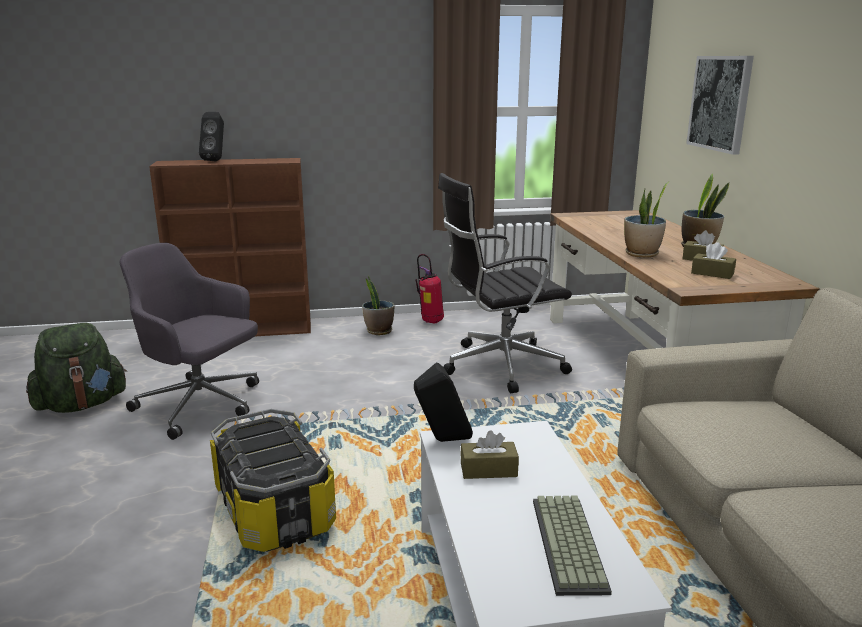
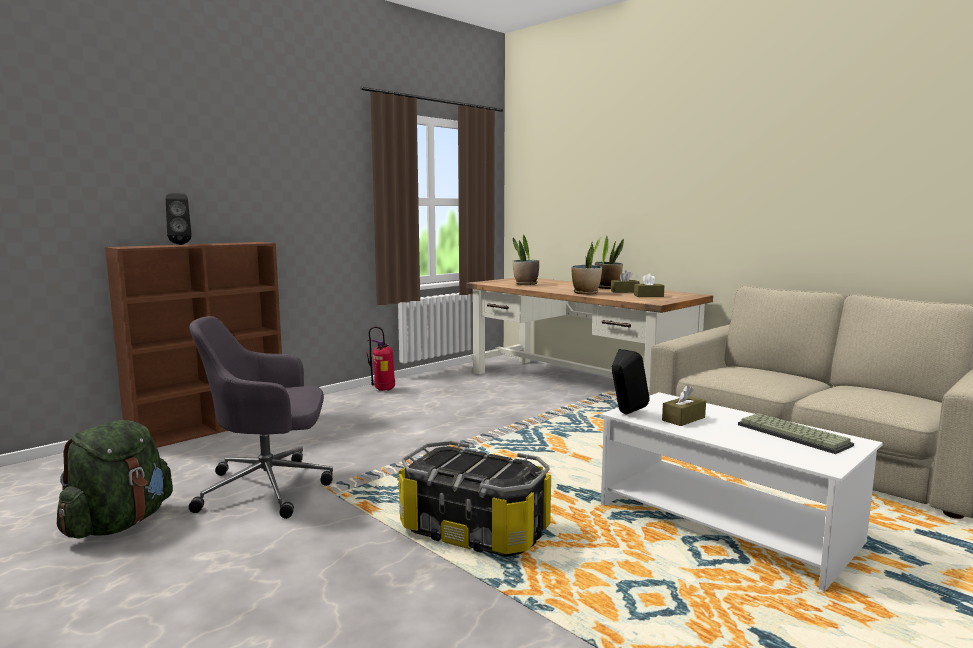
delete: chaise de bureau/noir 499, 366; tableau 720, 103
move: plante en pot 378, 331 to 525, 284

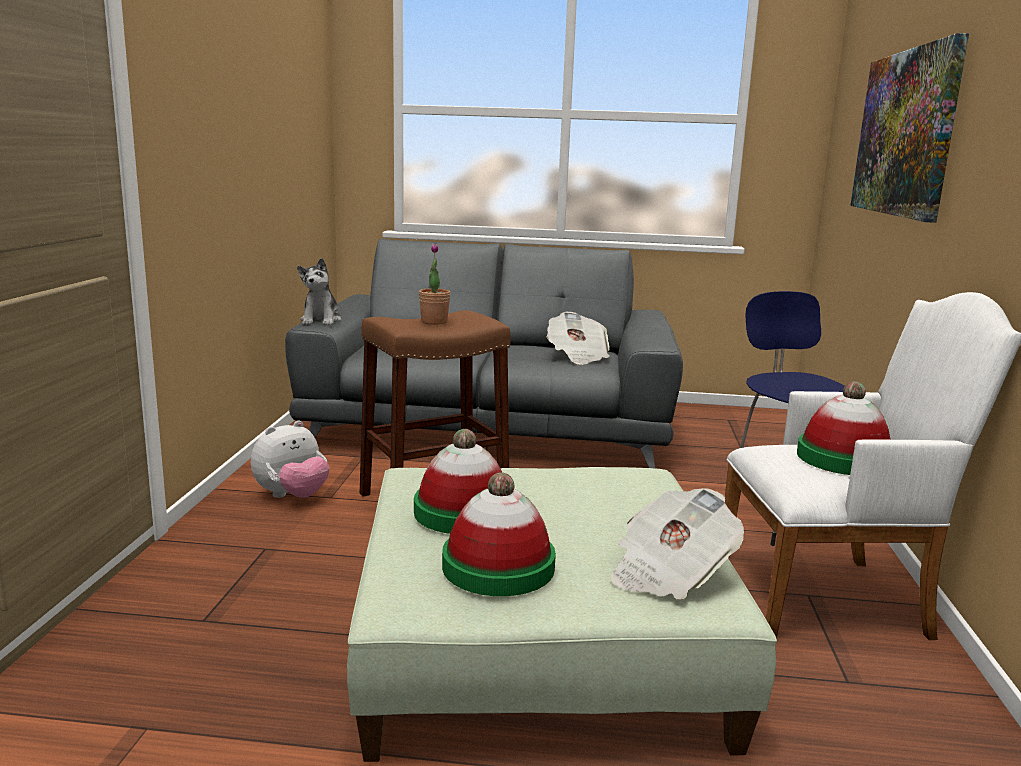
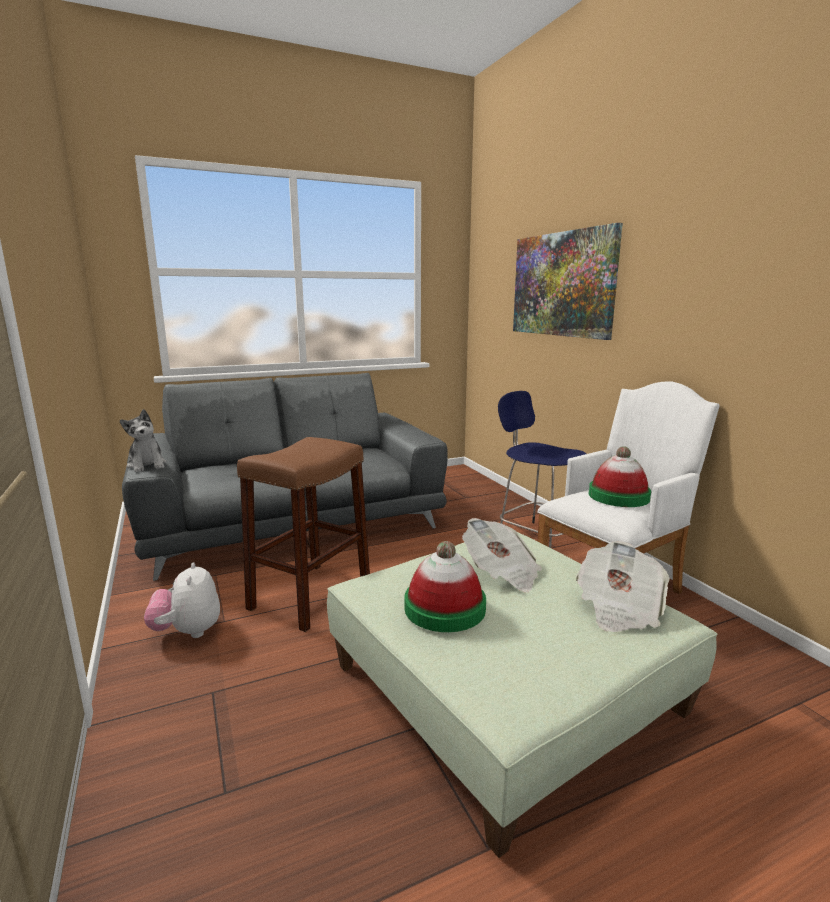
delete: plante en pot 434, 322; chapeau 498, 567
move: journal 577, 356 to 501, 573
rotate: peluche 292, 496 = 188, 632 150 degrees clockwise

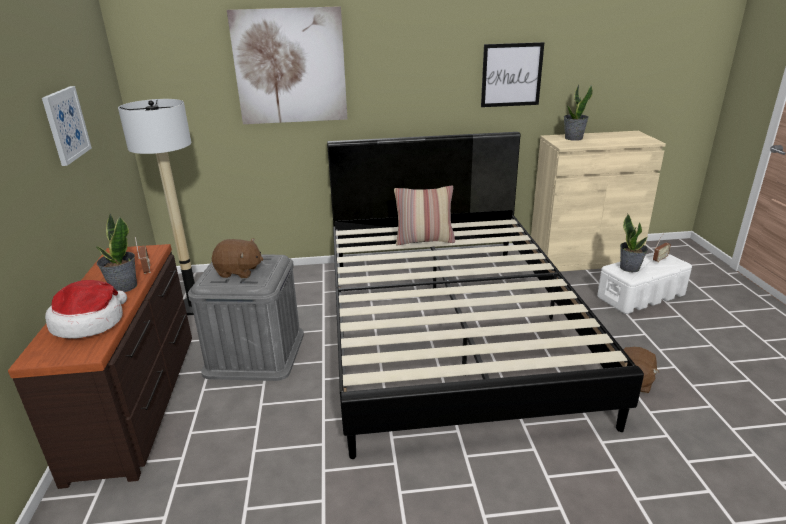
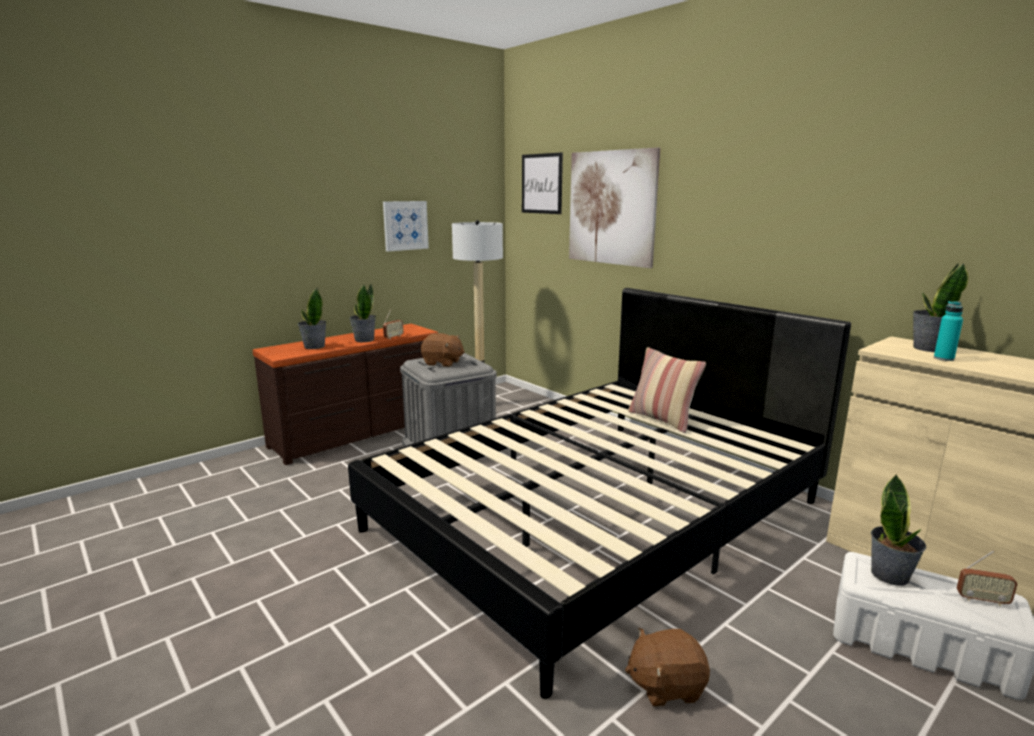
insert: bouteille/turquoise 943, 358
move: tableau 511, 75 to 542, 183
replace: chapeau 90, 322 to plante en pot 314, 346
rotate: peluche/marron 239, 272 = 442, 363 45 degrees counterclockwise

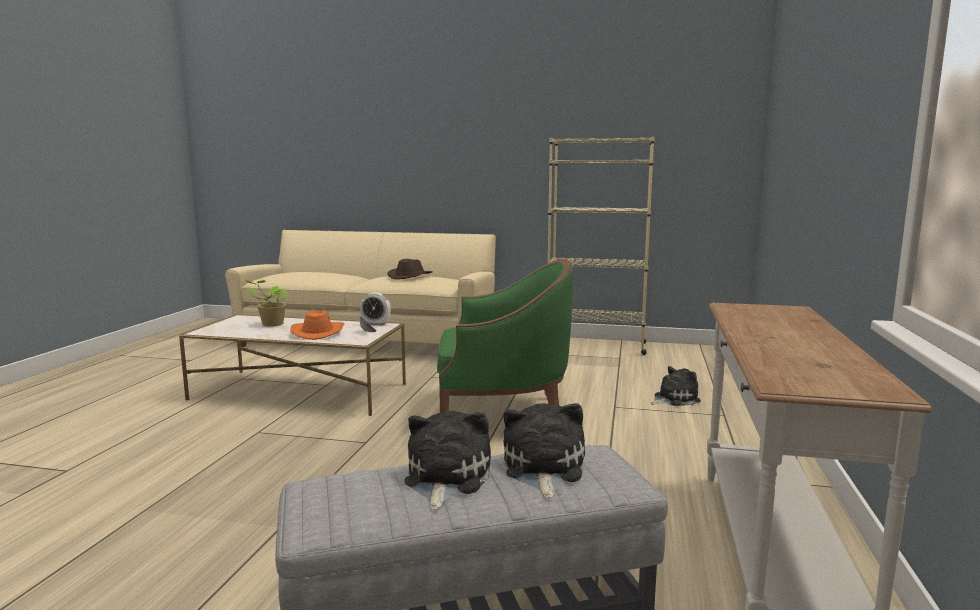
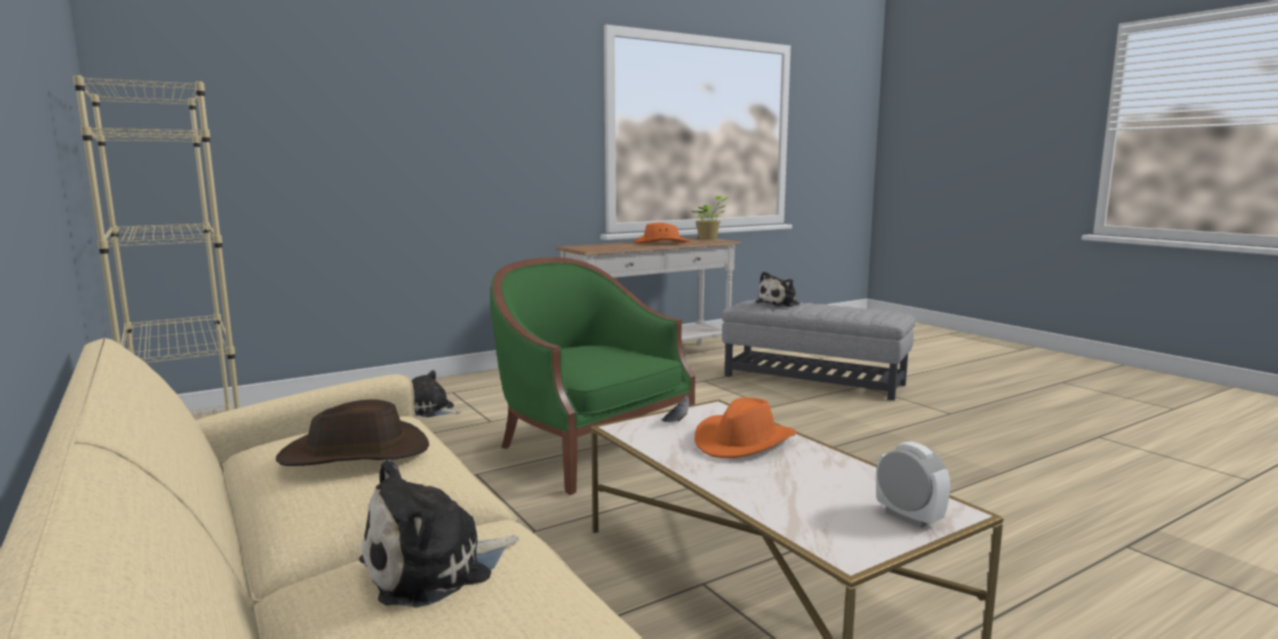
insert: chapeau/orange 661, 243
move: plante en pot 271, 324 to 709, 238; réveil 376, 324 to 909, 517; peluche 445, 478 to 435, 569

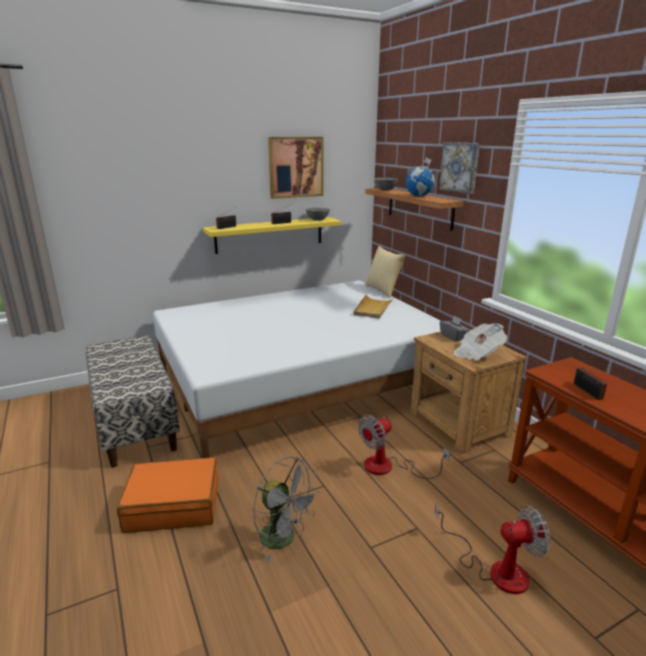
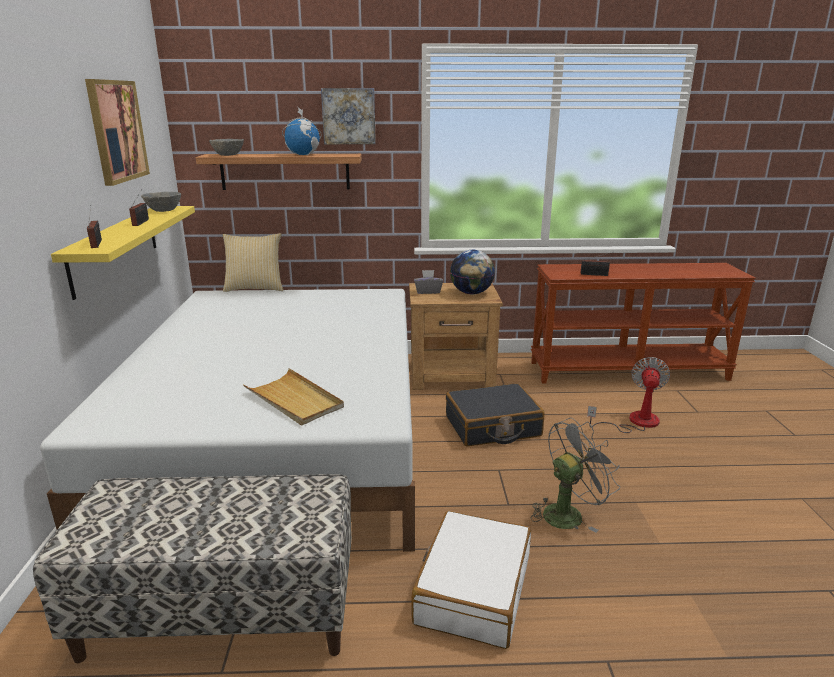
move: plateau/beige 373, 308 to 294, 400
replace: ventilateur 389, 467 to valise/noir 492, 427; journal 477, 353 to globe 471, 293
recolor: valise/orange 173, 505 to valise/blanc 472, 590

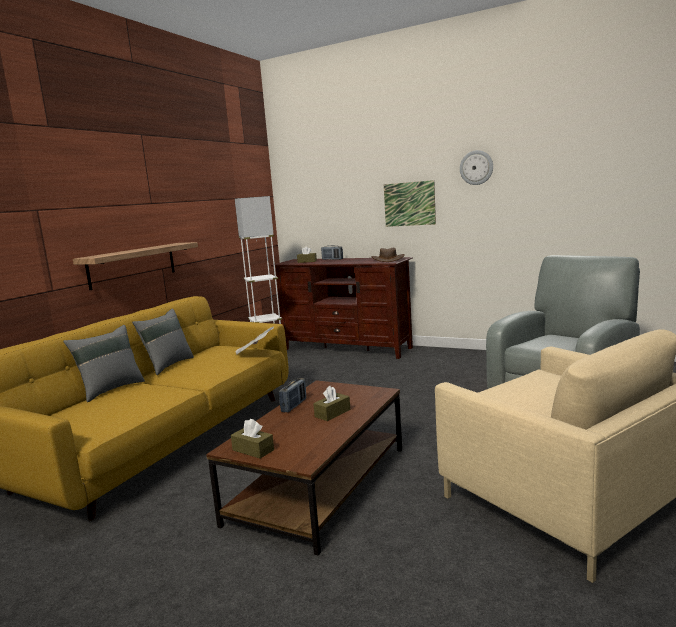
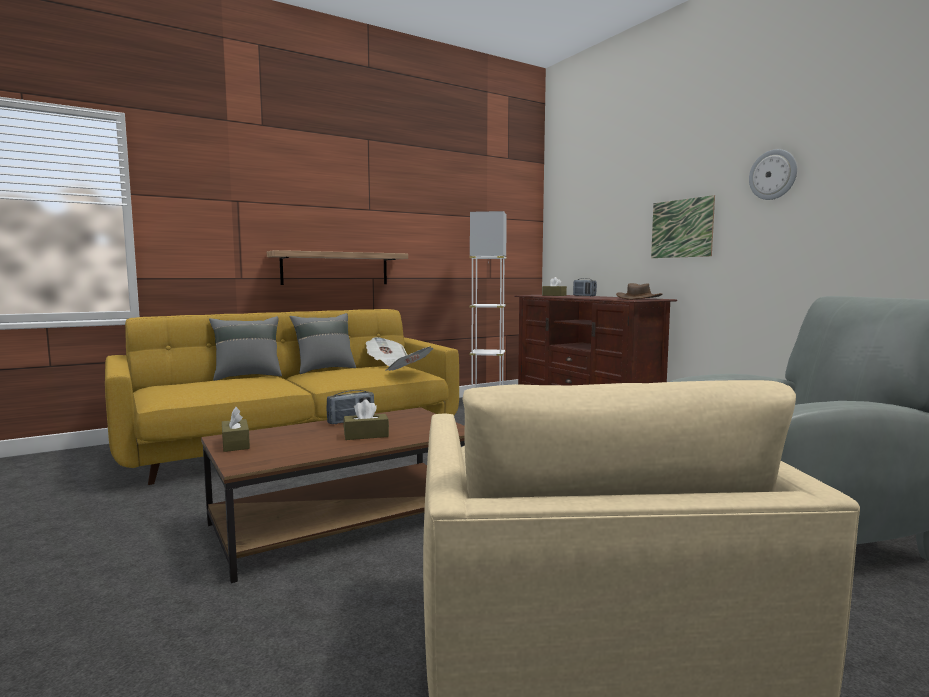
insert: journal 387, 364

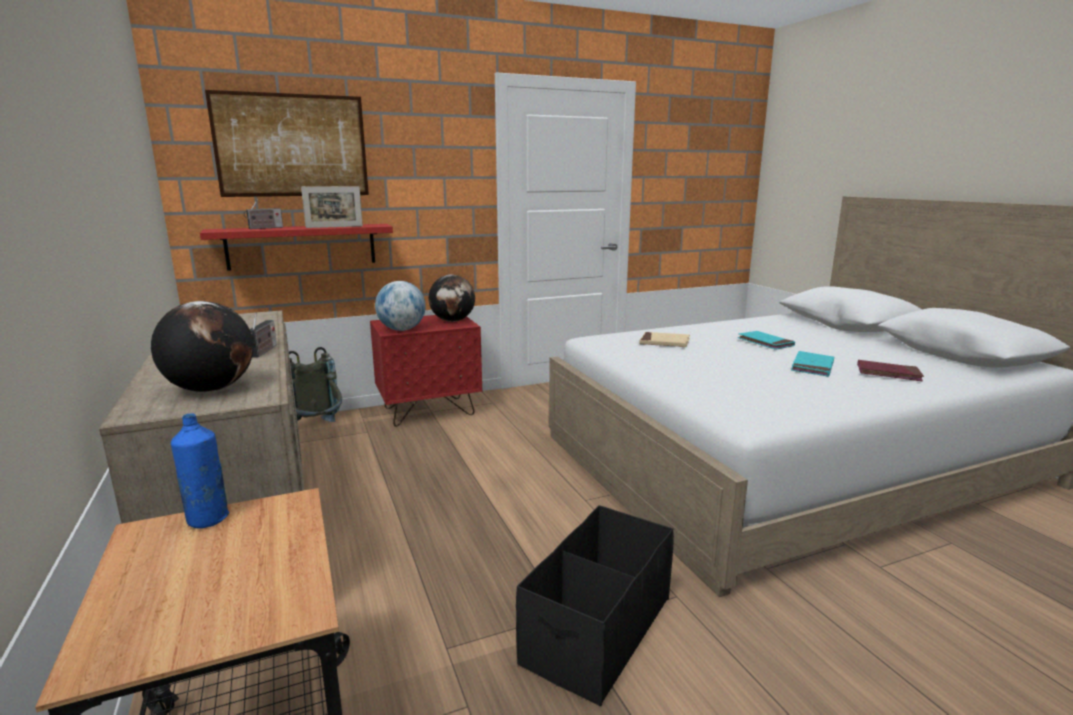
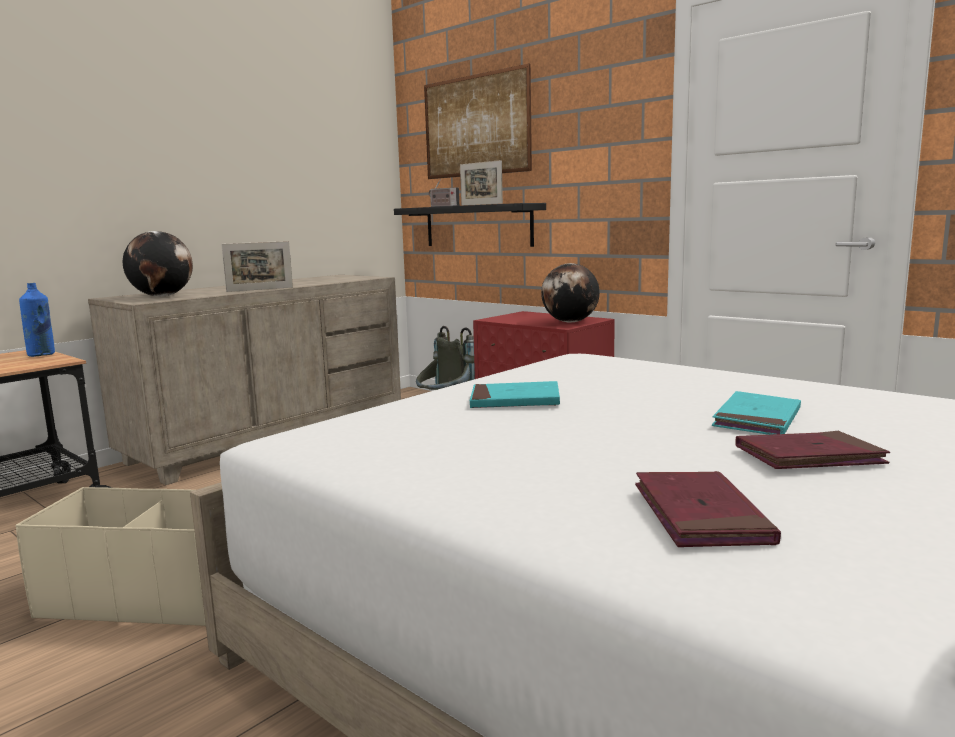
delete: globe 402, 330; livre/beige 664, 342
insert: livre/rouge 808, 457
move: livre/turquoise 812, 367 to 515, 400
replace: radio 263, 351 to cadre photo 260, 289
recolor: étagère/rouge 302, 246 to étagère/noir 477, 226; boîte de rangement/noir 597, 630 to boîte de rangement/beige 147, 596

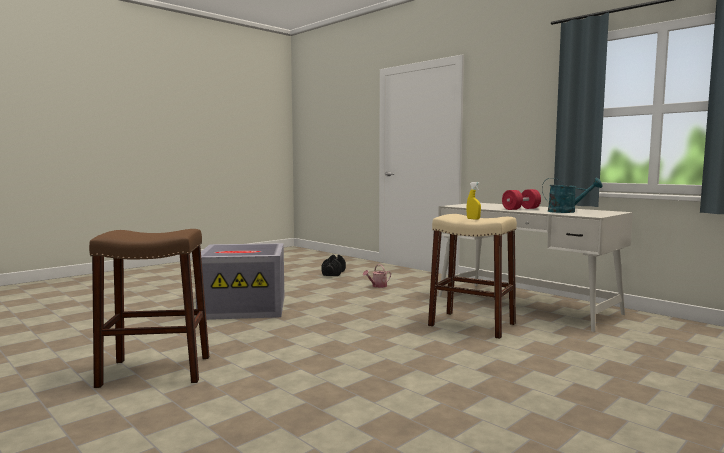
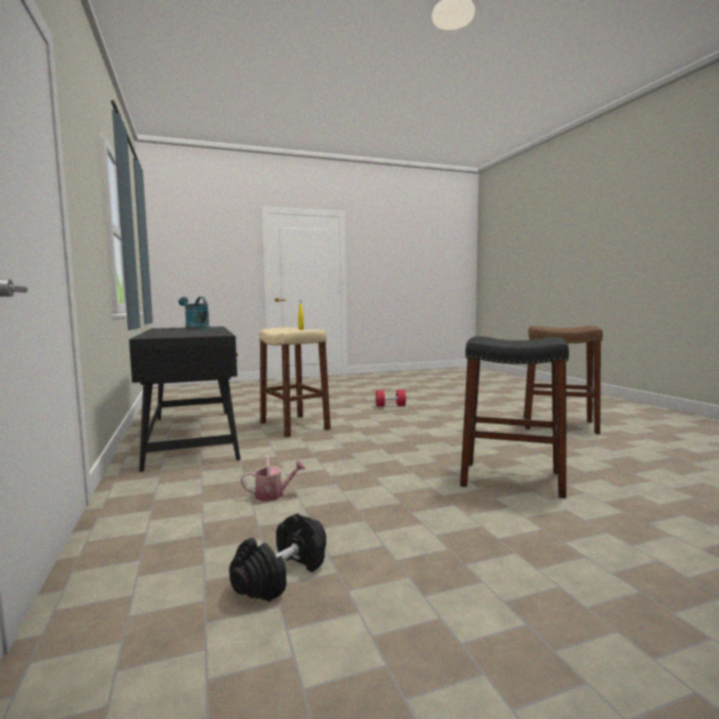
move: haltère/rouge 521, 209 to 390, 406
replace: boîte de rangement/gris 245, 306 to tabouret/noir 511, 479
recolor: bureau/blanc 525, 305 to bureau/noir 193, 436

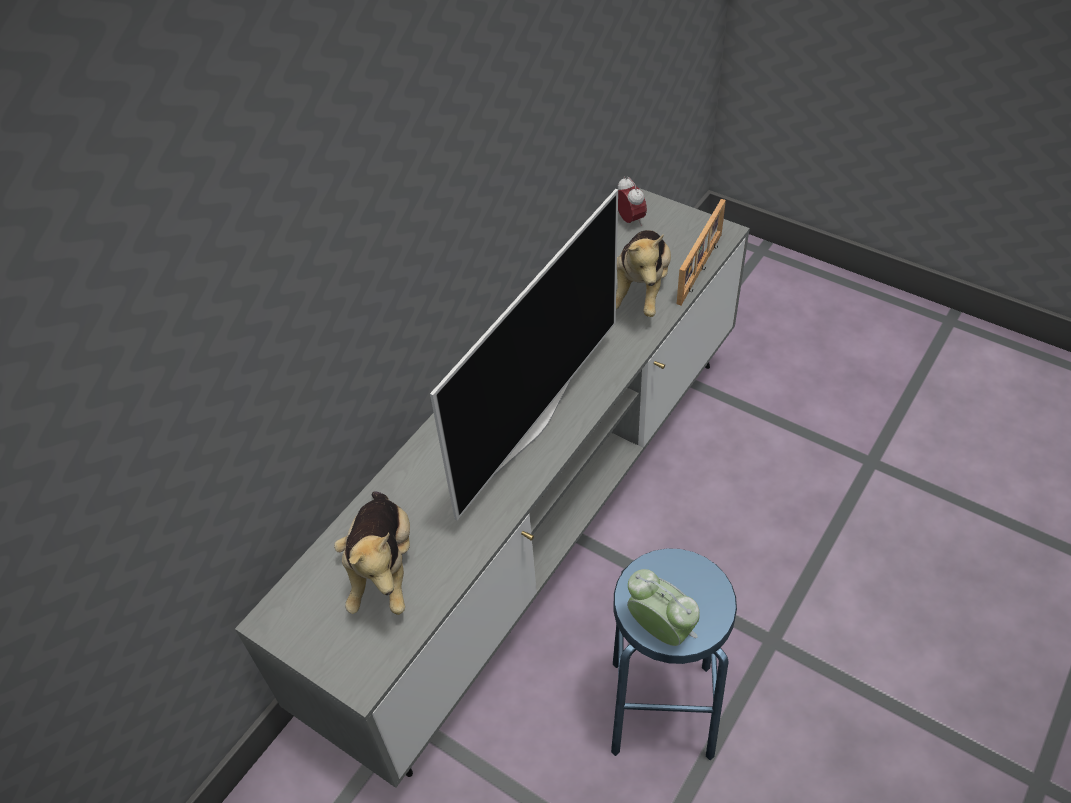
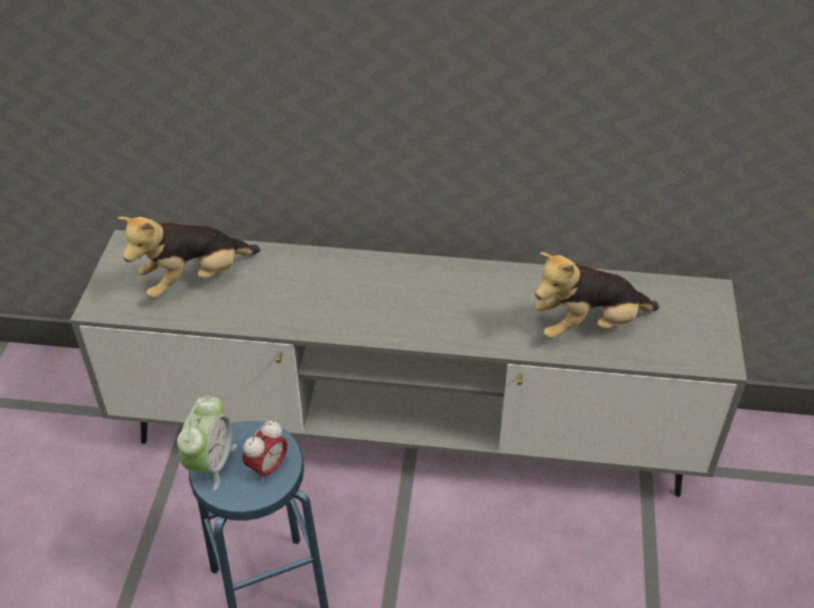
delete: téléviseur 531, 425; cadre photo 701, 269
move: réveil 630, 220 to 268, 468

